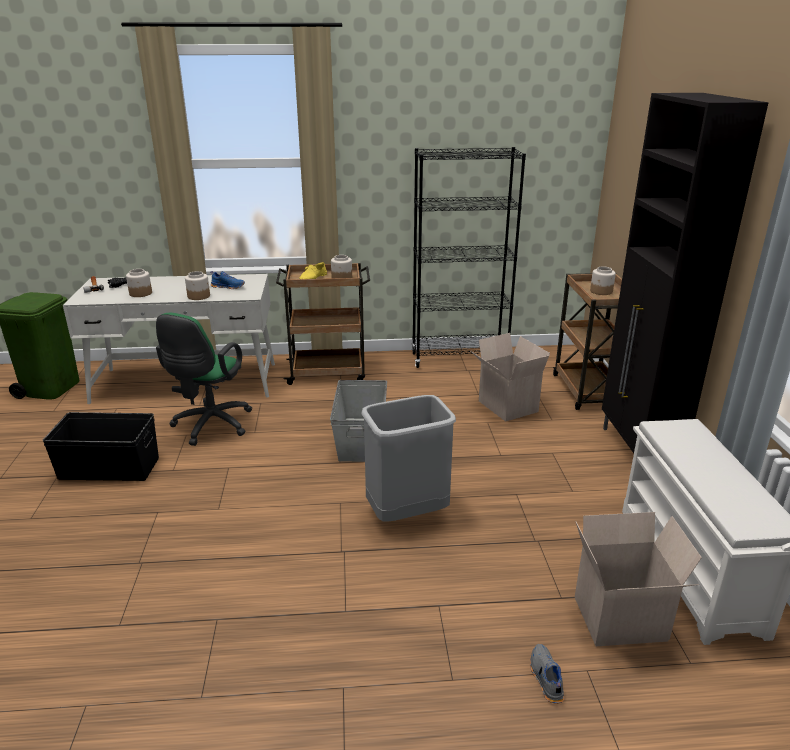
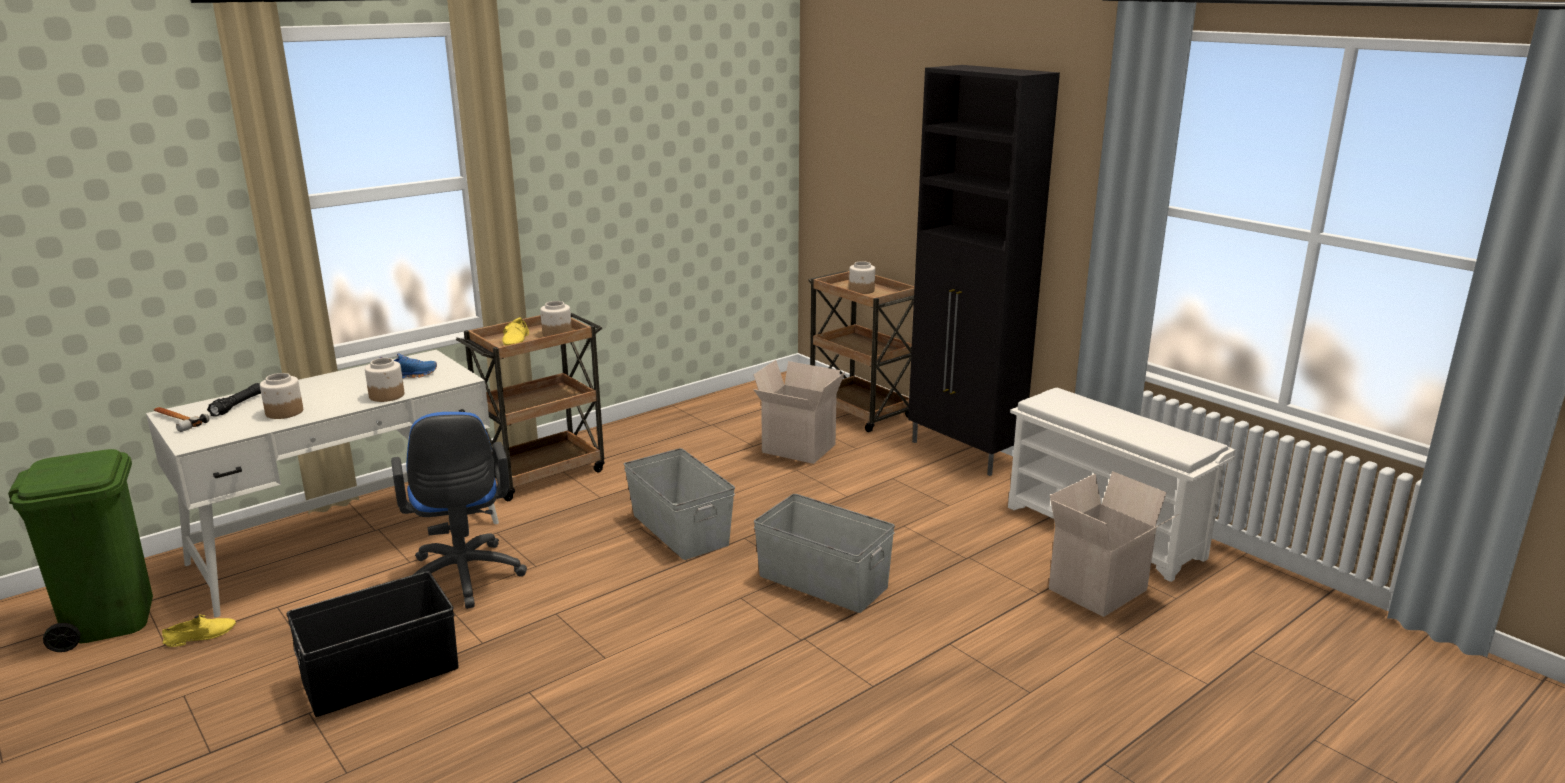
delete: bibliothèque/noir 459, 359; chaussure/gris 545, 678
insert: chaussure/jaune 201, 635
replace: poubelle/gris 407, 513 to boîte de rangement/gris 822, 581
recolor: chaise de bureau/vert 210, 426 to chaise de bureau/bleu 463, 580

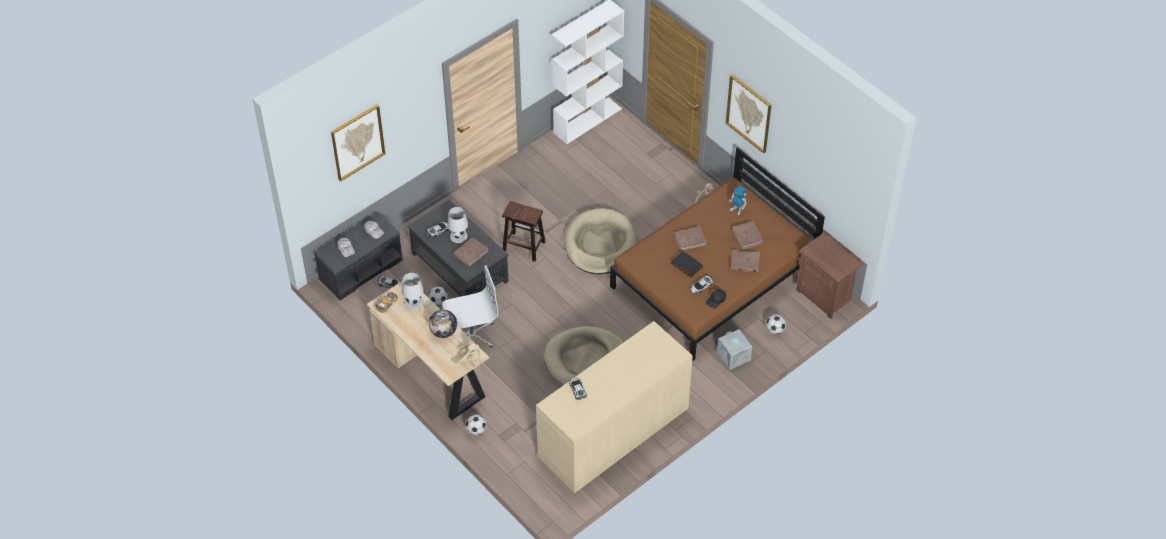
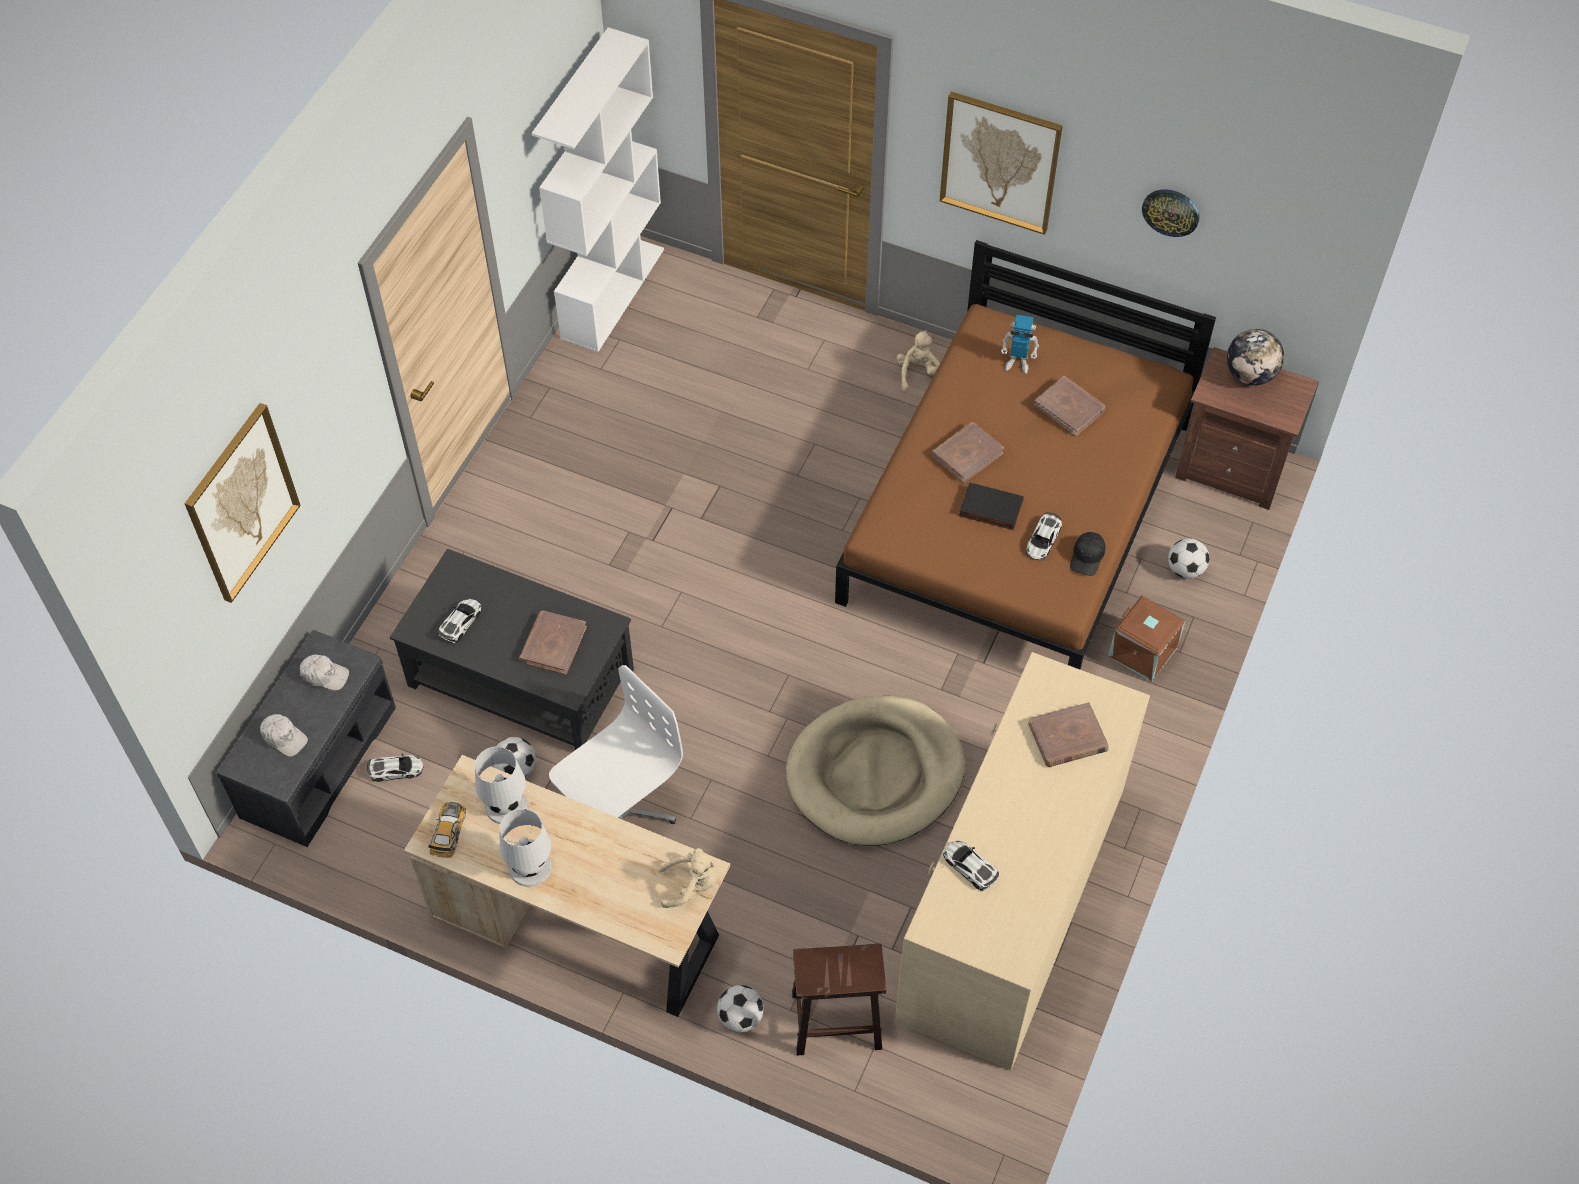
delete: panier pour chien/beige 600, 244
insert: horloge murale 1171, 211
move: globe 443, 332 to 1250, 375; lampe de table/blanc 459, 236 to 530, 867; tabouret/marron 523, 246 to 835, 1021; livre/marron 745, 262 to 1067, 738
recolor: boîte de rangement/gris 734, 356 to boîte de rangement/marron 1144, 651

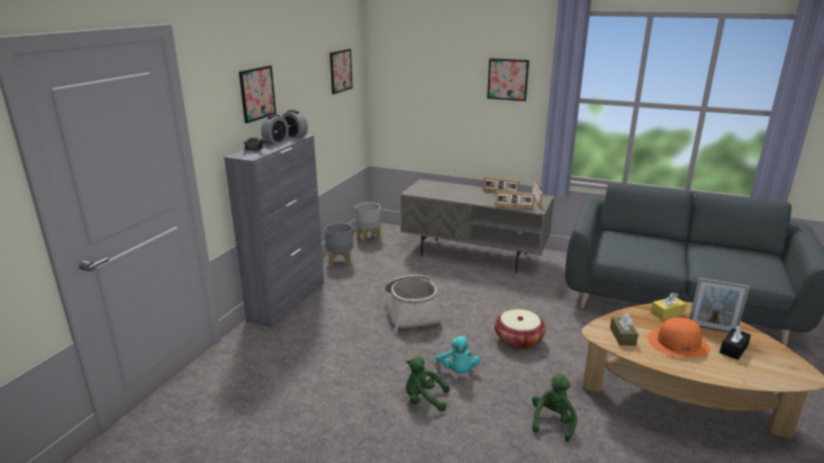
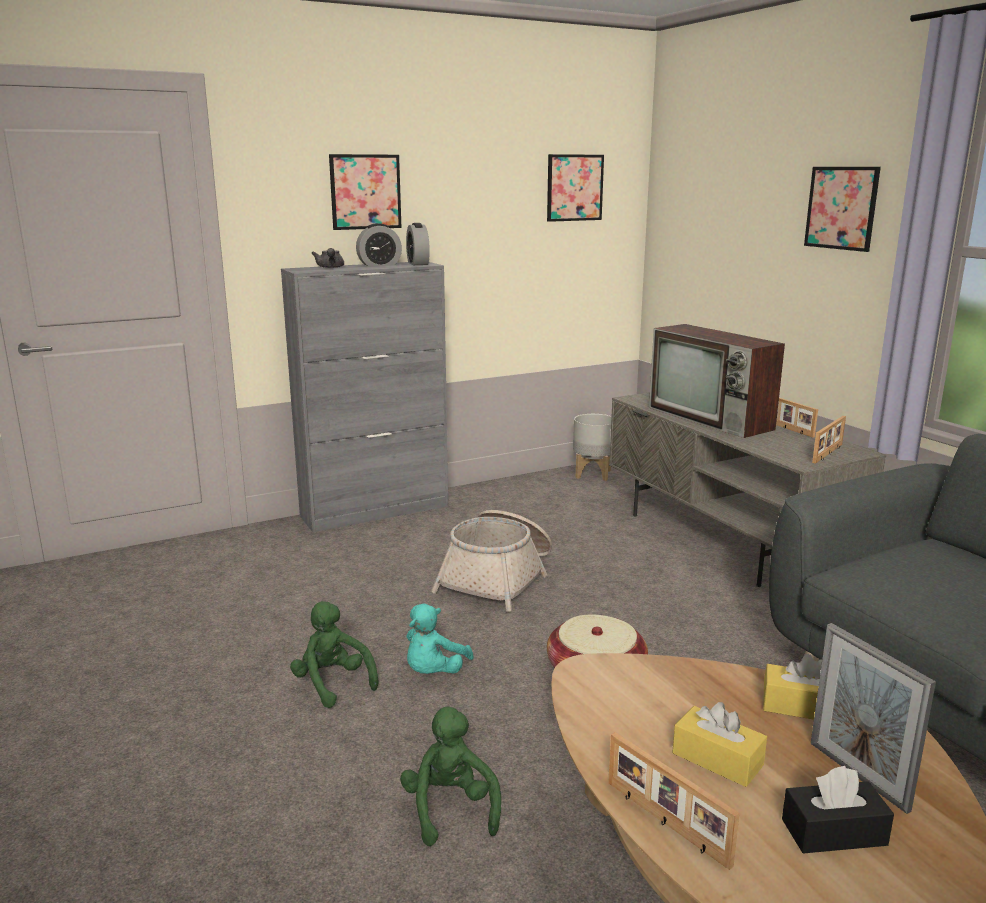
delete: cache-pot/gris 340, 262; boîte à mouchoirs/marron 622, 336
insert: téléviseur 712, 419
move: cadre photo 514, 207 to 665, 823
replace: chapeau/orange 678, 343 to boîte à mouchoirs/jaune 717, 759
rotate: peluche/vert 552, 422 = 450, 809 75 degrees counterclockwise

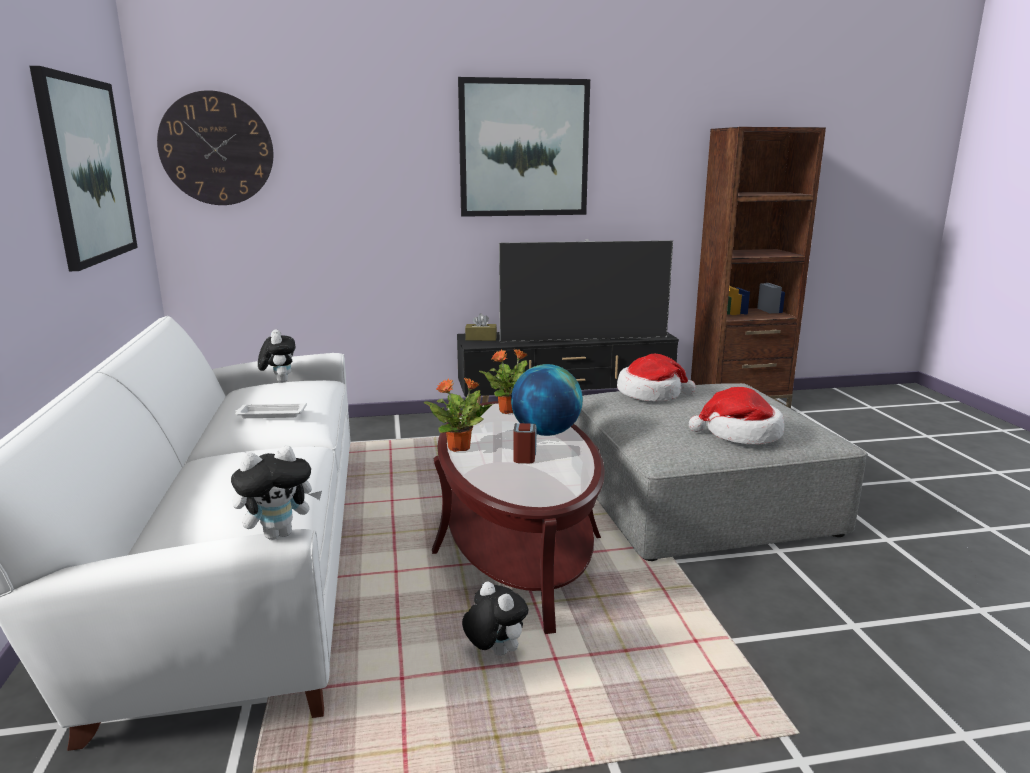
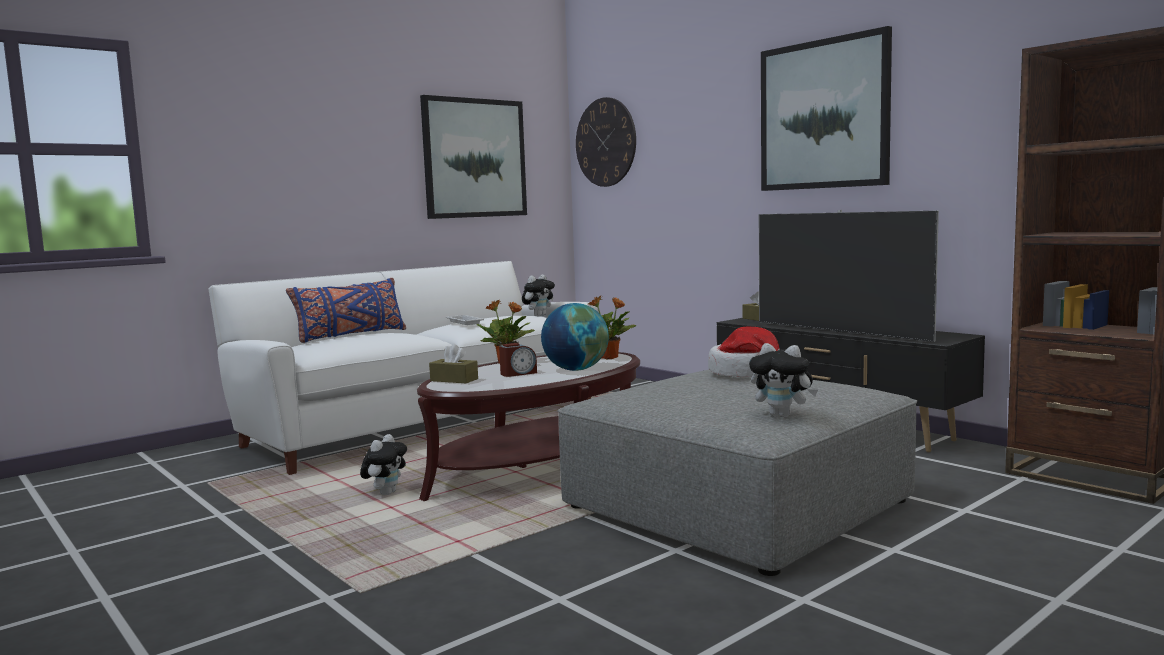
delete: chapeau 740, 434
insert: coussin/bleu 350, 335; boîte à mouchoirs/marron 454, 380
move: peluche 279, 533 to 783, 415

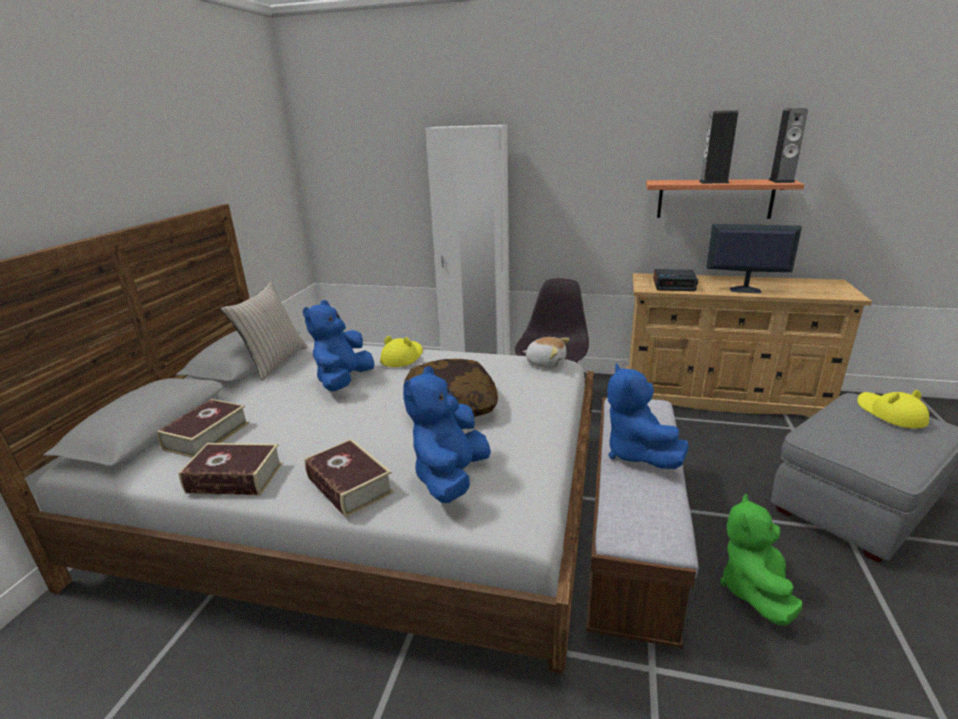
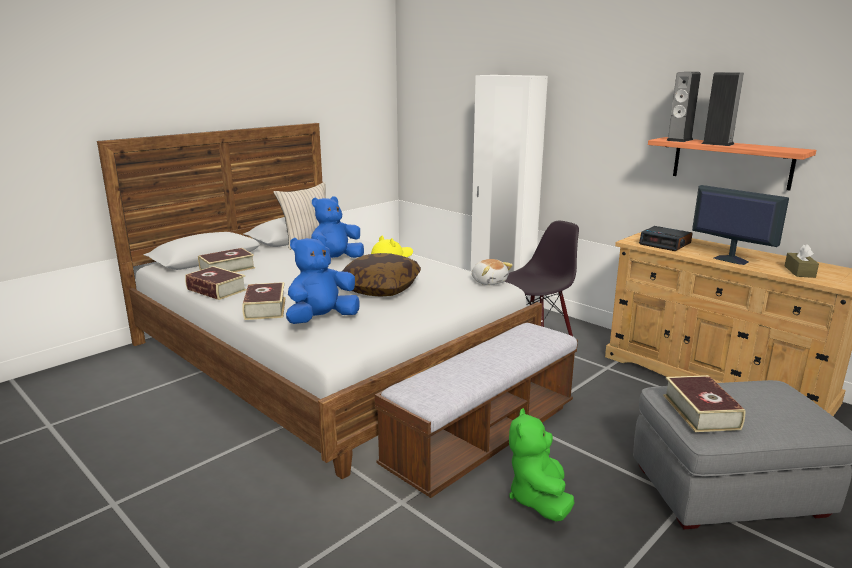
delete: peluche/bleu 637, 453; chapeau/jaune 890, 413
insert: livre 700, 411; boîte à mouchoirs/marron 799, 271
move: enceinte 781, 181 to 679, 140
rotate: peluche/vert 754, 590 = 538, 499 45 degrees counterclockwise

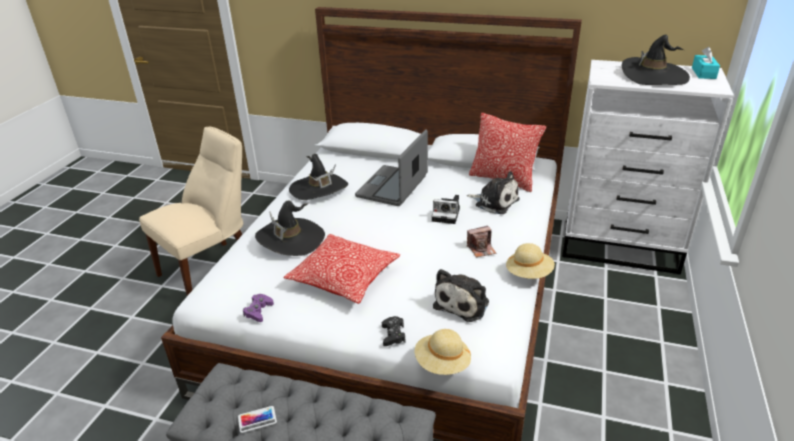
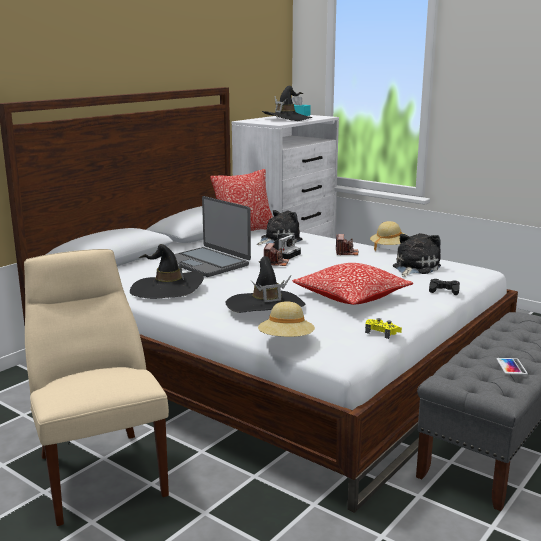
insert: appareil photo 275, 263
move: chapeau/beige 442, 364 to 286, 340
recolor: manette/violet 258, 311 to manette/jaune 382, 332
rotate: peluche 463, 303 = 414, 267 105 degrees counterclockwise

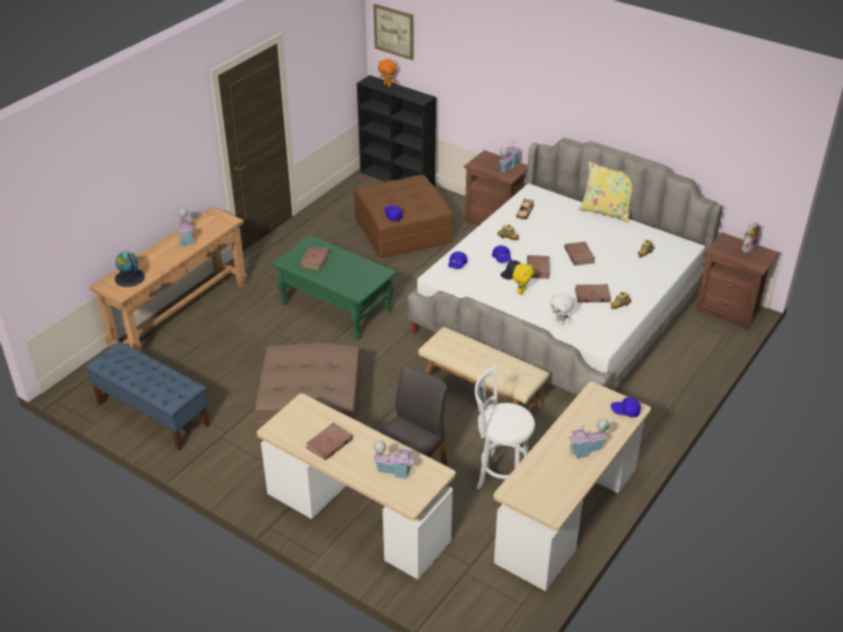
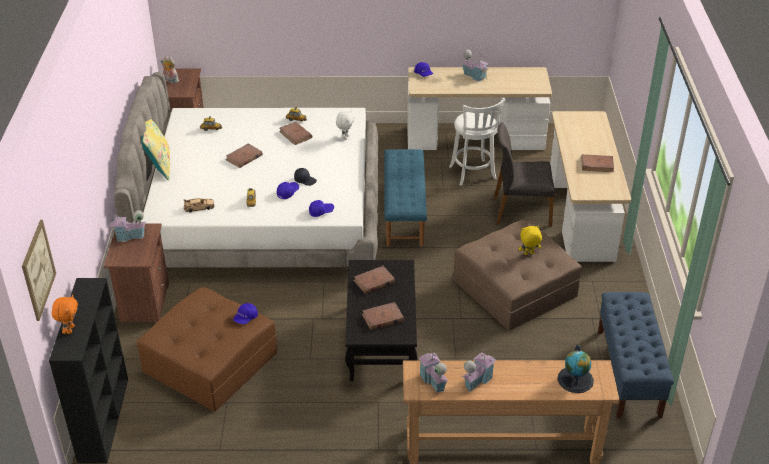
move: maison miniature 395, 470 to 432, 381; peluche/jaune 521, 292 to 529, 254; livre/marron 538, 268 to 374, 282
recolor: table basse/vert 337, 307 to table basse/noir 381, 340; banc/beige 482, 393 to banc/bleu 403, 212

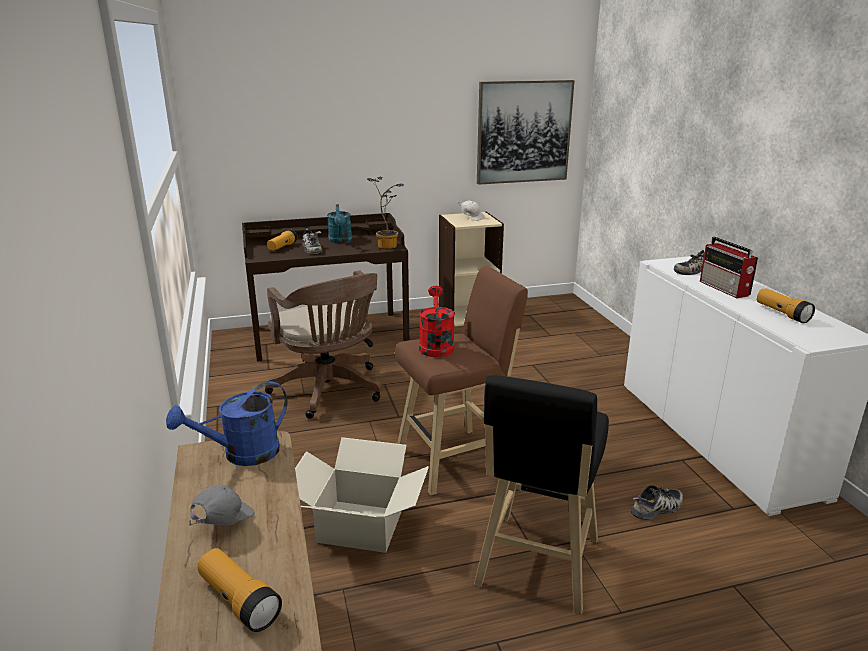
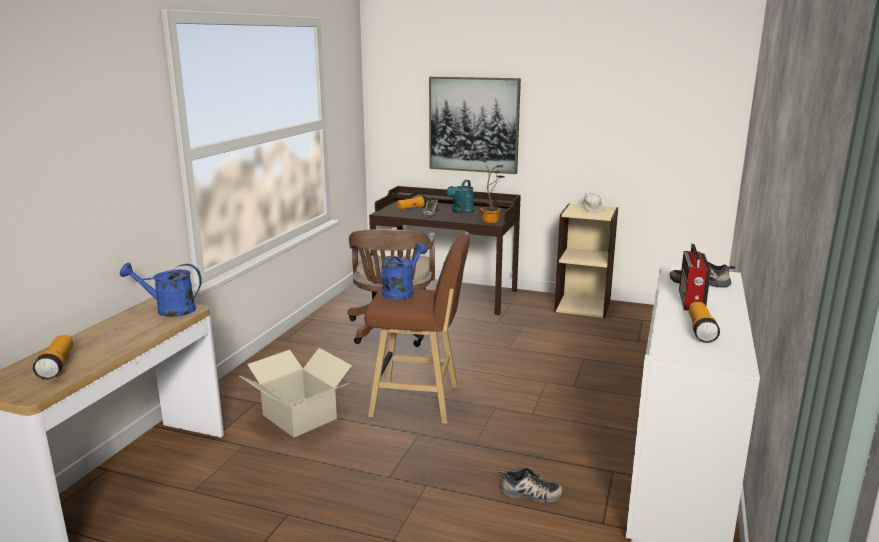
delete: casquette/gris 222, 523; tabouret/noir 536, 566
move: tableau 523, 132 to 474, 125
recolor: arrosoir/rouge 436, 345 to arrosoir/bleu 401, 292

